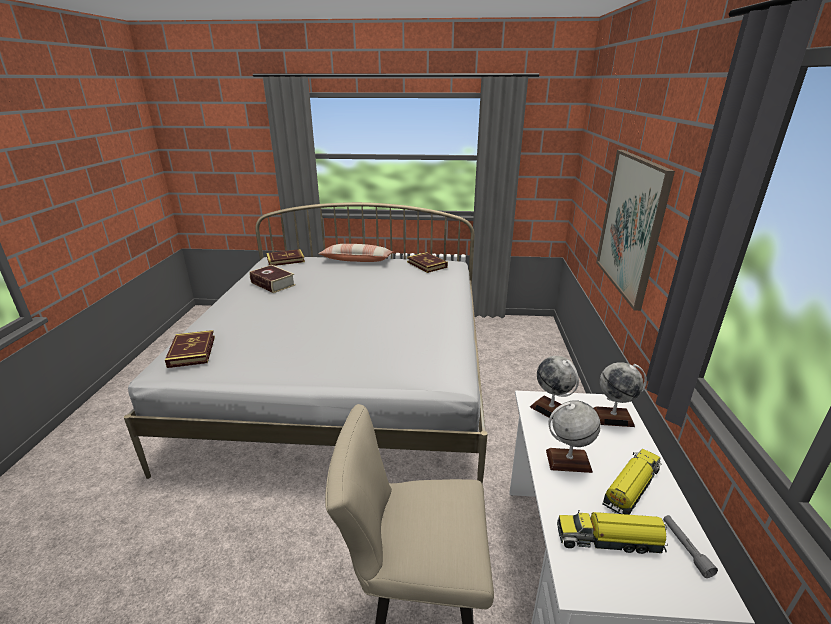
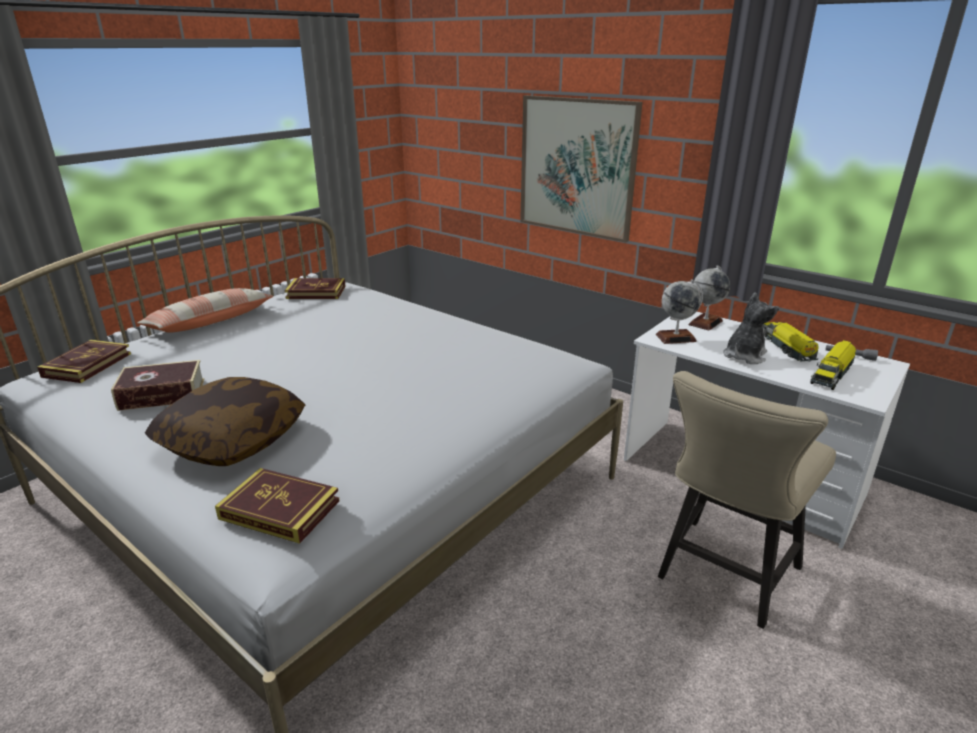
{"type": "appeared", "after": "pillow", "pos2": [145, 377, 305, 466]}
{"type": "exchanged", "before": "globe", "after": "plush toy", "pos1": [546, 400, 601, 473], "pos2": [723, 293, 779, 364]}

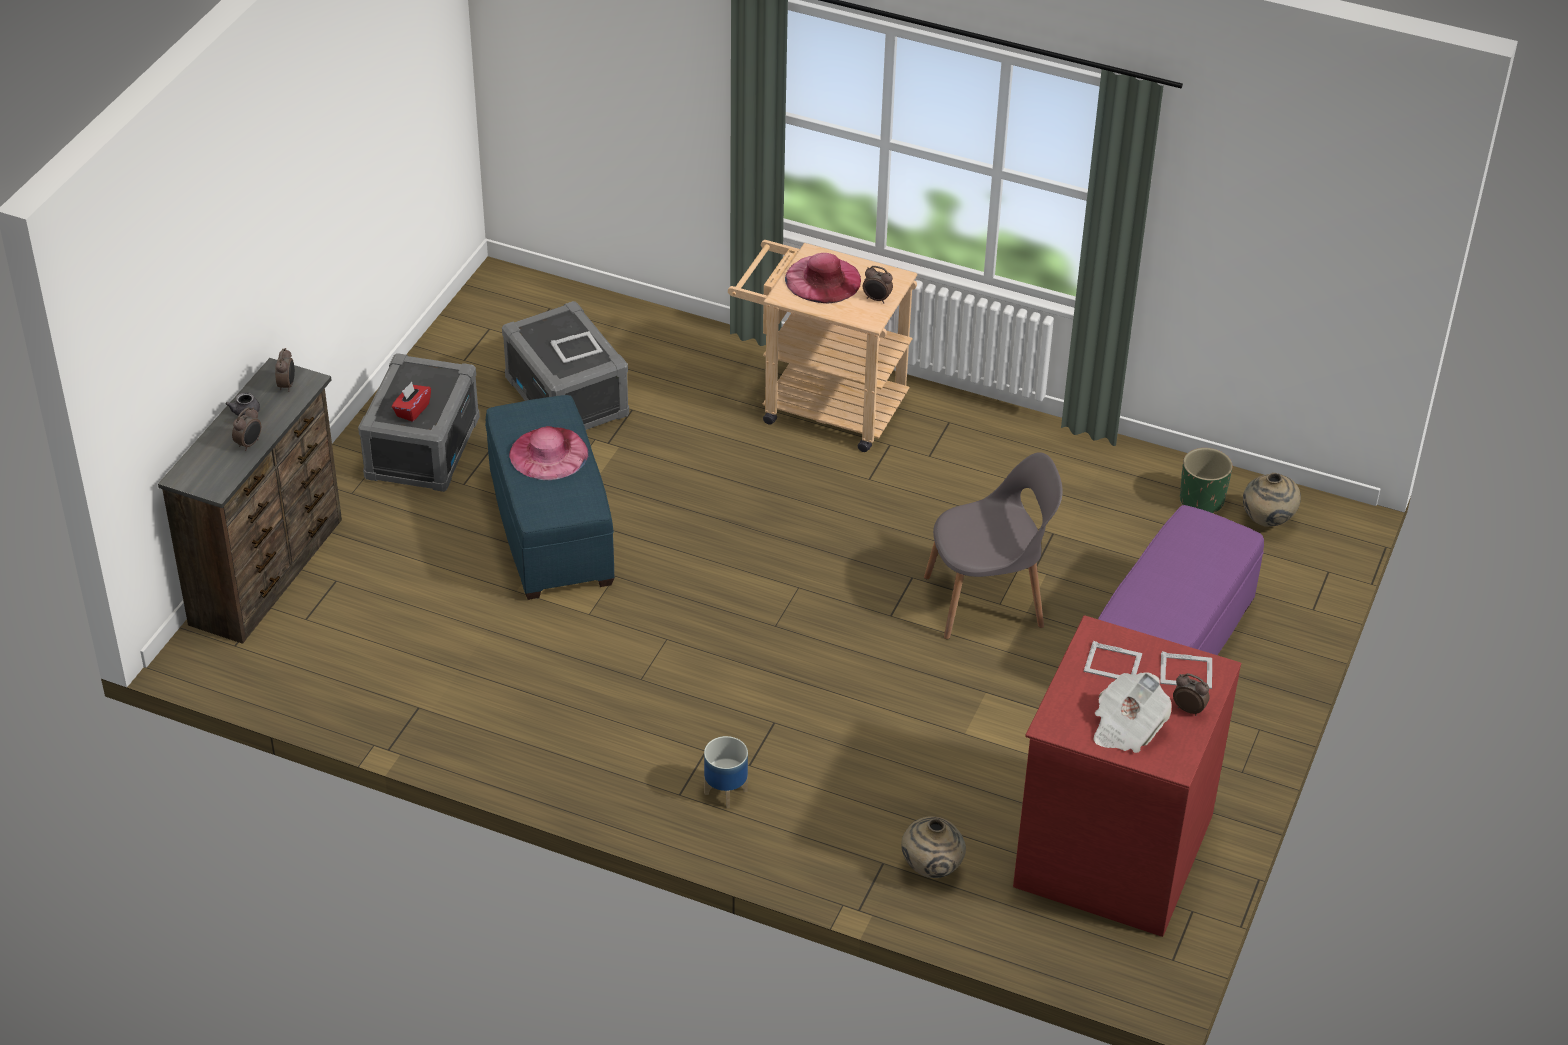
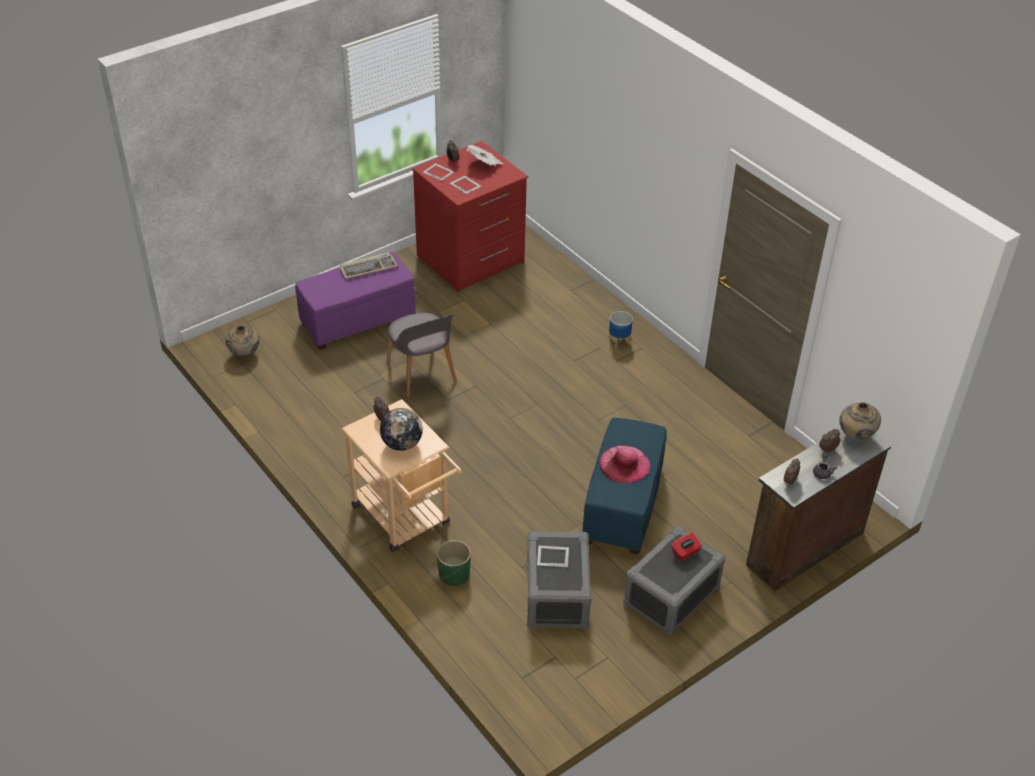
{"type": "appeared", "after": "keyboard", "pos2": [340, 253, 398, 279]}
{"type": "exchanged", "before": "pink hat", "after": "globe", "pos1": [785, 253, 861, 303], "pos2": [380, 408, 423, 451]}
{"type": "spun", "before": "grey chair", "pos1": [924, 452, 1063, 639], "pos2": [386, 313, 457, 397], "turn": -135}
{"type": "relocated", "before": "green planter", "pos1": [1180, 448, 1233, 513], "pos2": [437, 540, 471, 587]}
{"type": "relocated", "before": "beige vase", "pos1": [901, 816, 966, 878], "pos2": [839, 402, 881, 440]}

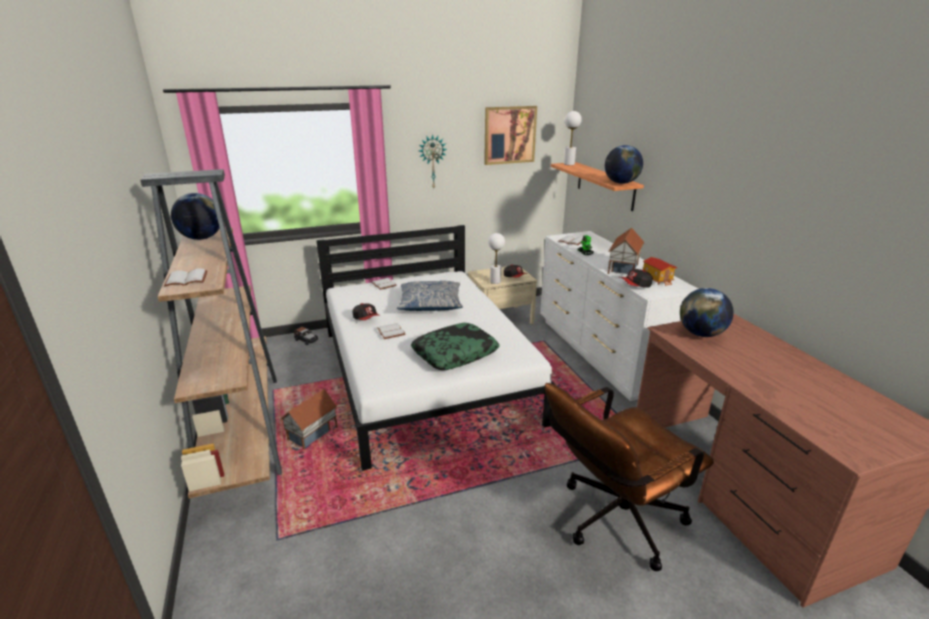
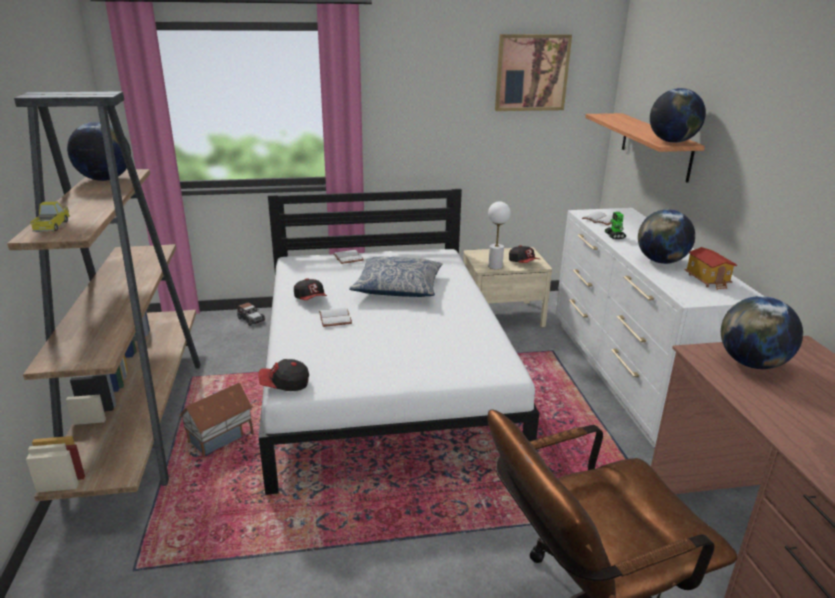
{"type": "exchanged", "before": "white book", "after": "toy truck", "pos1": [164, 268, 207, 287], "pos2": [30, 202, 70, 232]}
{"type": "relocated", "before": "cap", "pos1": [619, 269, 653, 288], "pos2": [258, 359, 309, 391]}
{"type": "exchanged", "before": "toy house", "after": "globe", "pos1": [608, 228, 644, 274], "pos2": [638, 209, 695, 264]}
{"type": "missing", "before": "pillow", "pos1": [410, 323, 500, 370]}
{"type": "missing", "before": "wall clock", "pos1": [419, 134, 447, 188]}
{"type": "missing", "before": "white table lamp", "pos1": [564, 111, 582, 165]}

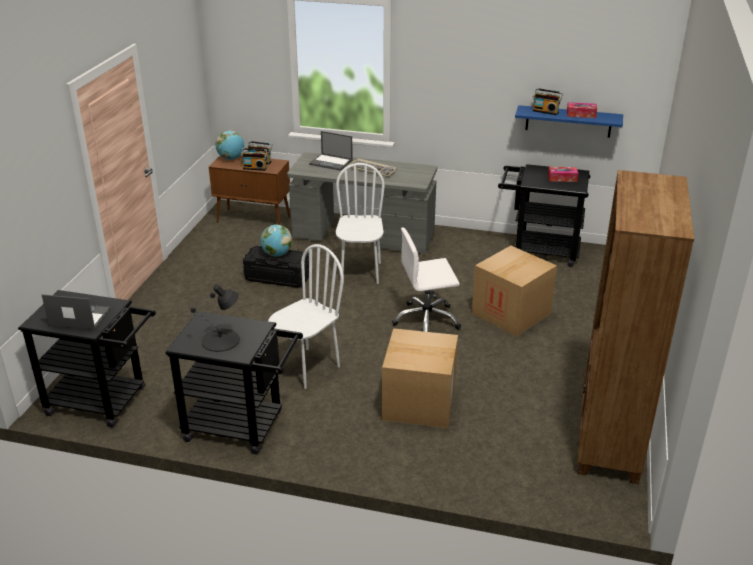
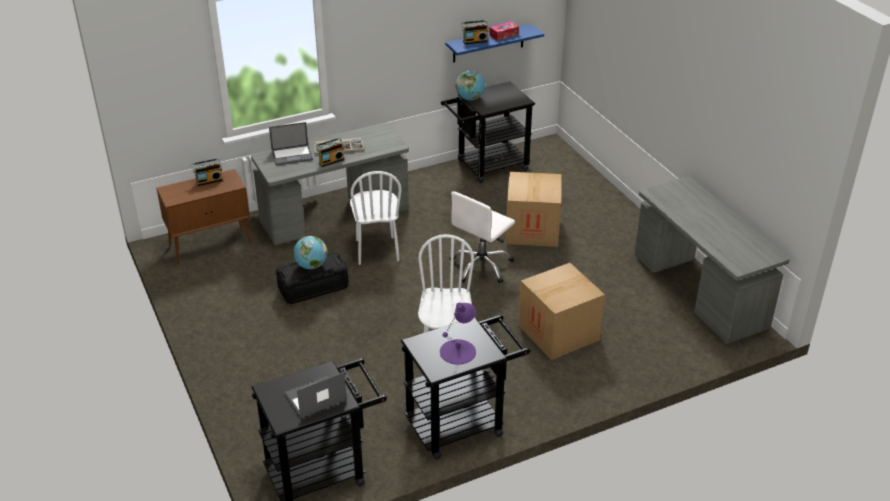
{"type": "relocated", "before": "radio", "pos1": [241, 148, 267, 171], "pos2": [315, 138, 345, 167]}
{"type": "spun", "before": "white chair", "pos1": [335, 163, 385, 284], "pos2": [350, 171, 402, 265], "turn": -150}
{"type": "colour", "before": "black table lamp", "after": "purple table lamp", "pos1": [191, 284, 240, 352], "pos2": [440, 302, 476, 365]}
{"type": "relocated", "before": "globe", "pos1": [216, 131, 244, 160], "pos2": [456, 70, 485, 100]}
{"type": "exchanged", "before": "brown bookcase", "after": "grey desk", "pos1": [577, 170, 694, 484], "pos2": [634, 176, 790, 344]}
{"type": "missing", "before": "tissue box", "pos1": [548, 167, 578, 182]}

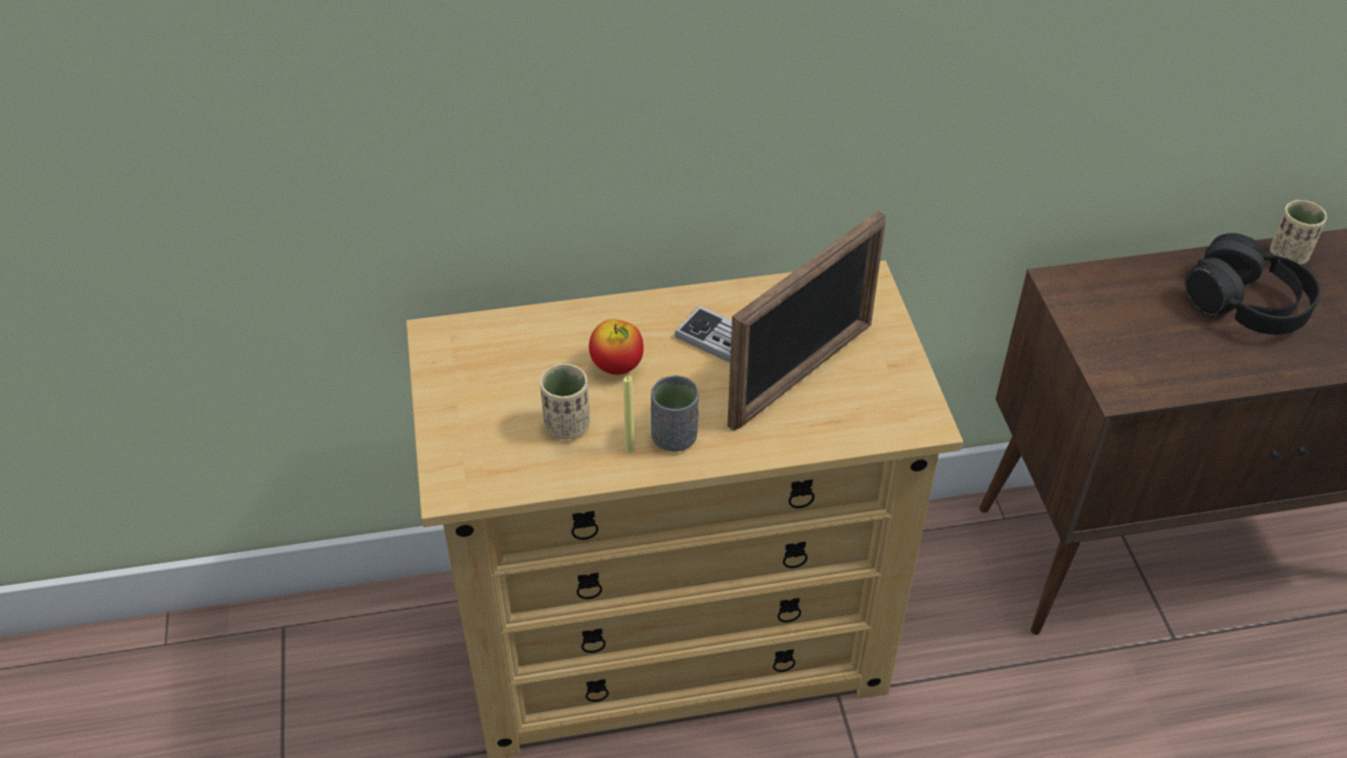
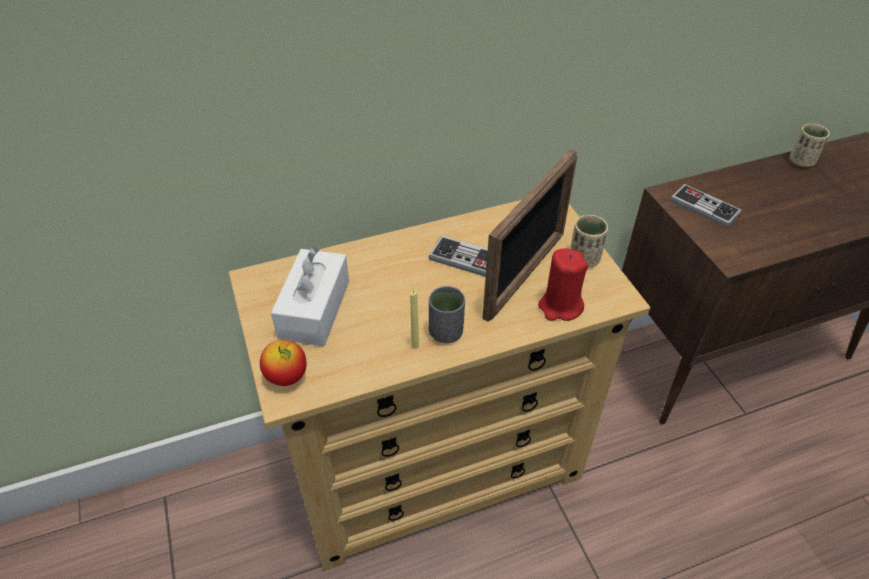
{"type": "relocated", "before": "apple", "pos1": [589, 319, 644, 375], "pos2": [260, 340, 307, 386]}
{"type": "appeared", "after": "white tissue box", "pos2": [271, 247, 349, 346]}
{"type": "appeared", "after": "red candle", "pos2": [538, 248, 588, 321]}
{"type": "relocated", "before": "beige cup", "pos1": [539, 364, 590, 439], "pos2": [570, 215, 608, 267]}
{"type": "appeared", "after": "game controller", "pos2": [670, 184, 741, 228]}
{"type": "missing", "before": "black headphones", "pos1": [1185, 233, 1320, 335]}

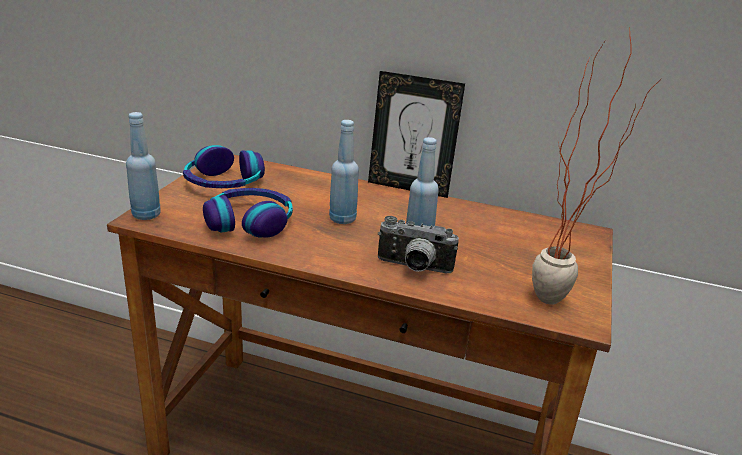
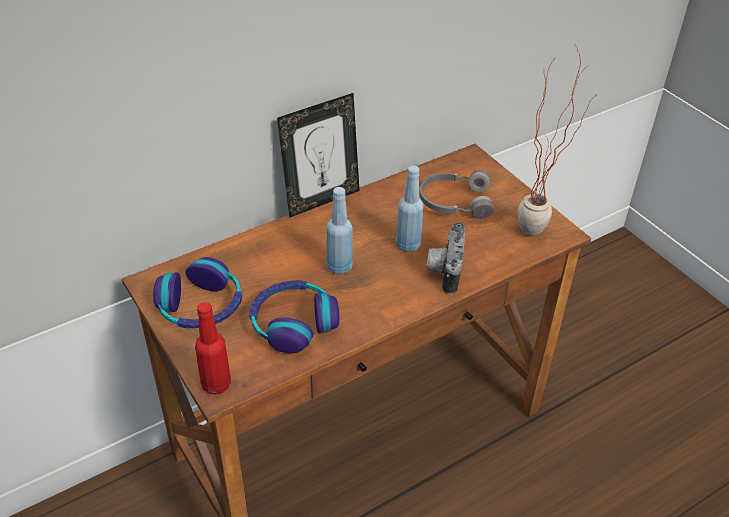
{"type": "colour", "before": "blue bottle", "after": "red bottle", "pos1": [126, 112, 161, 220], "pos2": [195, 302, 231, 394]}
{"type": "appeared", "after": "grey headphones", "pos2": [420, 169, 494, 218]}
{"type": "spun", "before": "photo camera", "pos1": [378, 216, 459, 273], "pos2": [426, 223, 466, 294], "turn": 135}

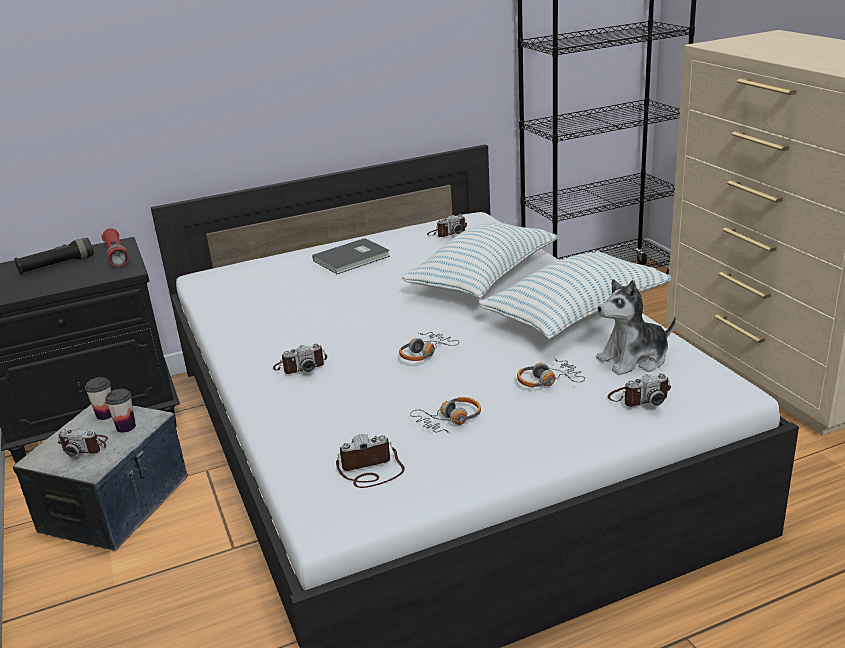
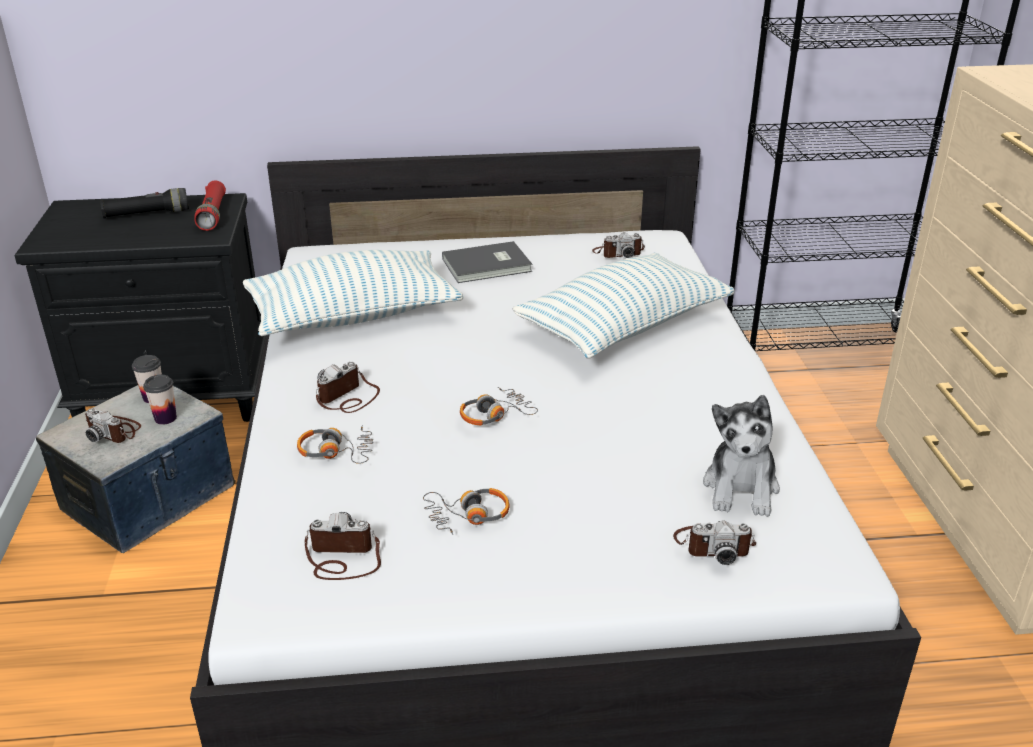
{"type": "relocated", "before": "pillow", "pos1": [479, 251, 671, 339], "pos2": [243, 250, 464, 336]}
{"type": "relocated", "before": "headphones", "pos1": [517, 358, 585, 388], "pos2": [297, 425, 373, 464]}
{"type": "spun", "before": "photo camera", "pos1": [273, 344, 327, 374], "pos2": [316, 362, 380, 413], "turn": 135}
{"type": "spun", "before": "plush toy", "pos1": [596, 279, 676, 375], "pos2": [703, 395, 780, 517], "turn": -75}

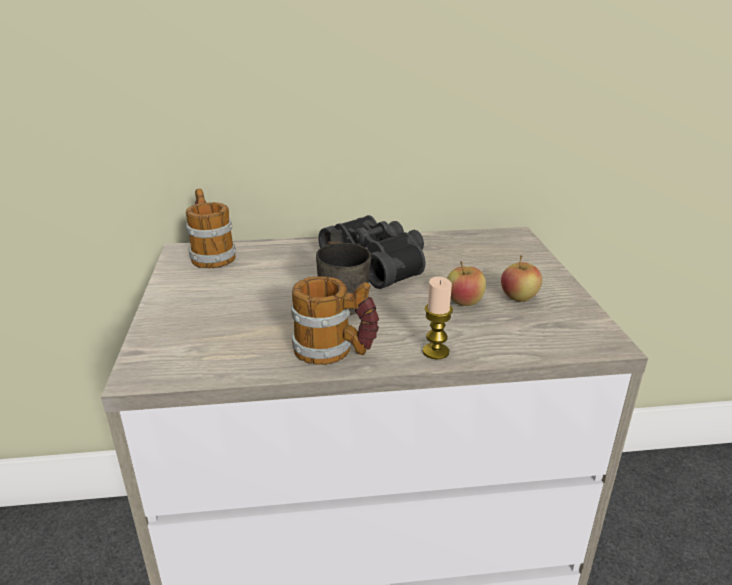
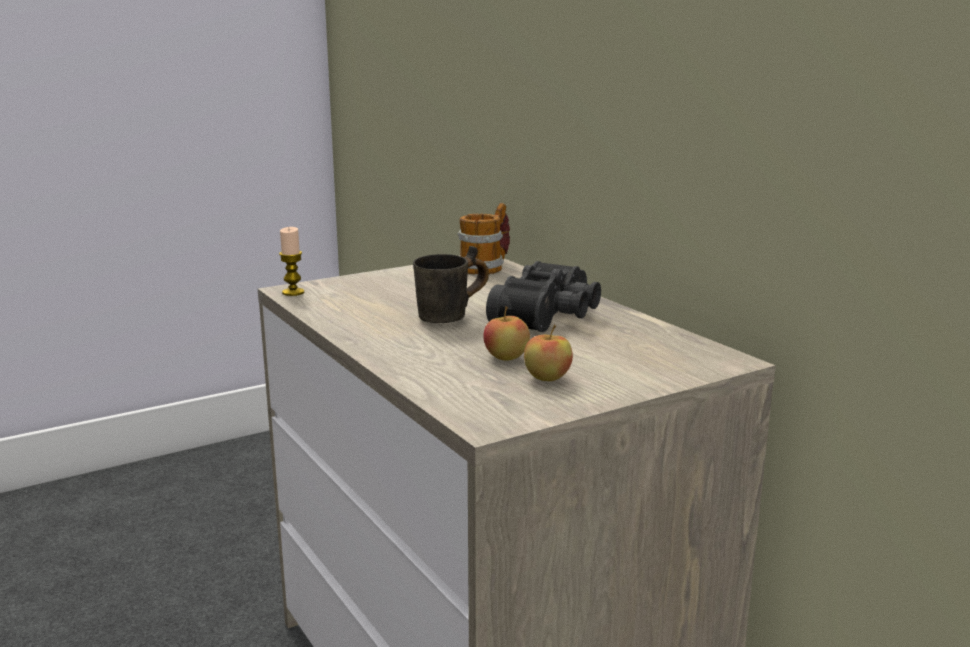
{"type": "relocated", "before": "candle", "pos1": [423, 277, 453, 360], "pos2": [279, 227, 304, 296]}
{"type": "missing", "before": "mug", "pos1": [291, 276, 379, 365]}

